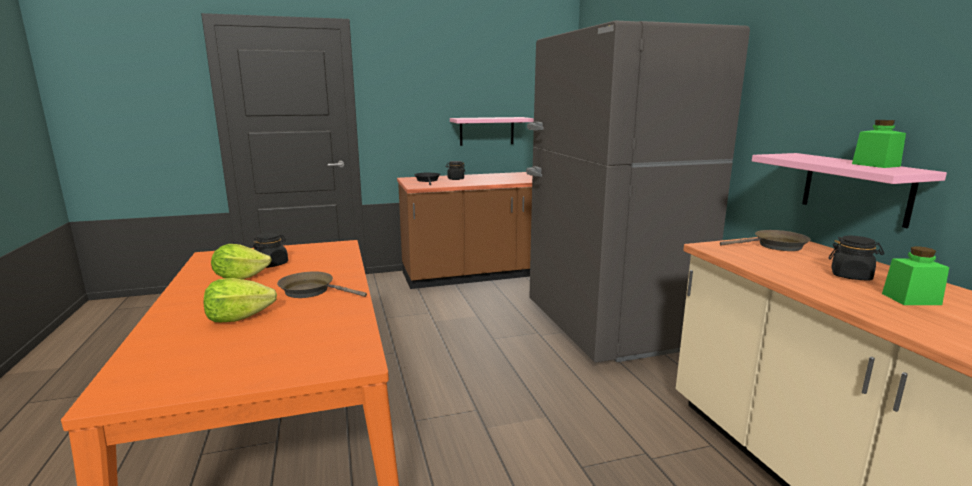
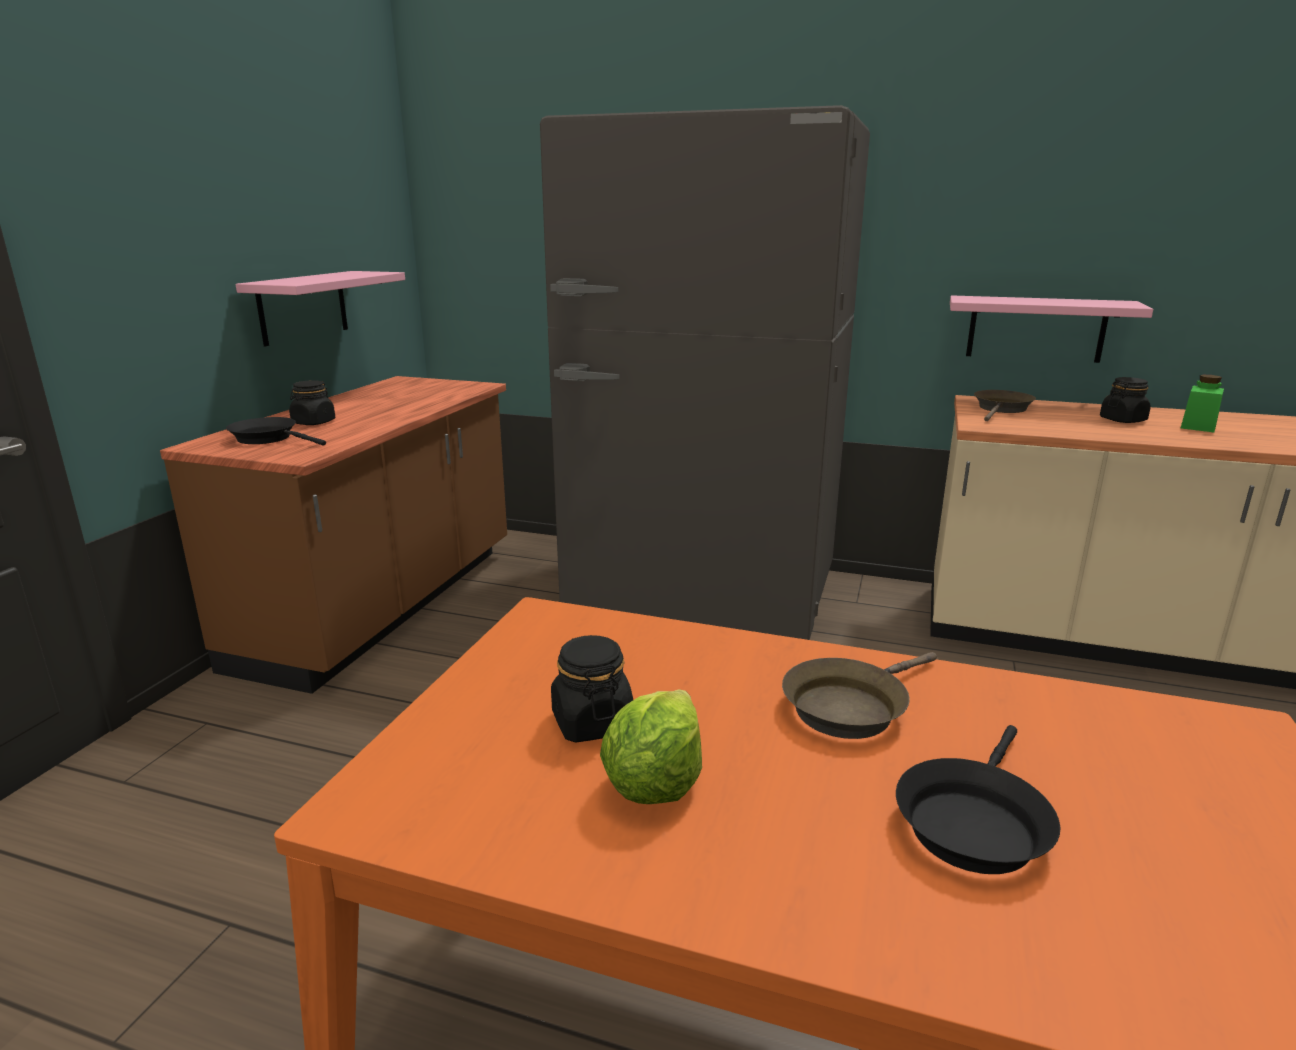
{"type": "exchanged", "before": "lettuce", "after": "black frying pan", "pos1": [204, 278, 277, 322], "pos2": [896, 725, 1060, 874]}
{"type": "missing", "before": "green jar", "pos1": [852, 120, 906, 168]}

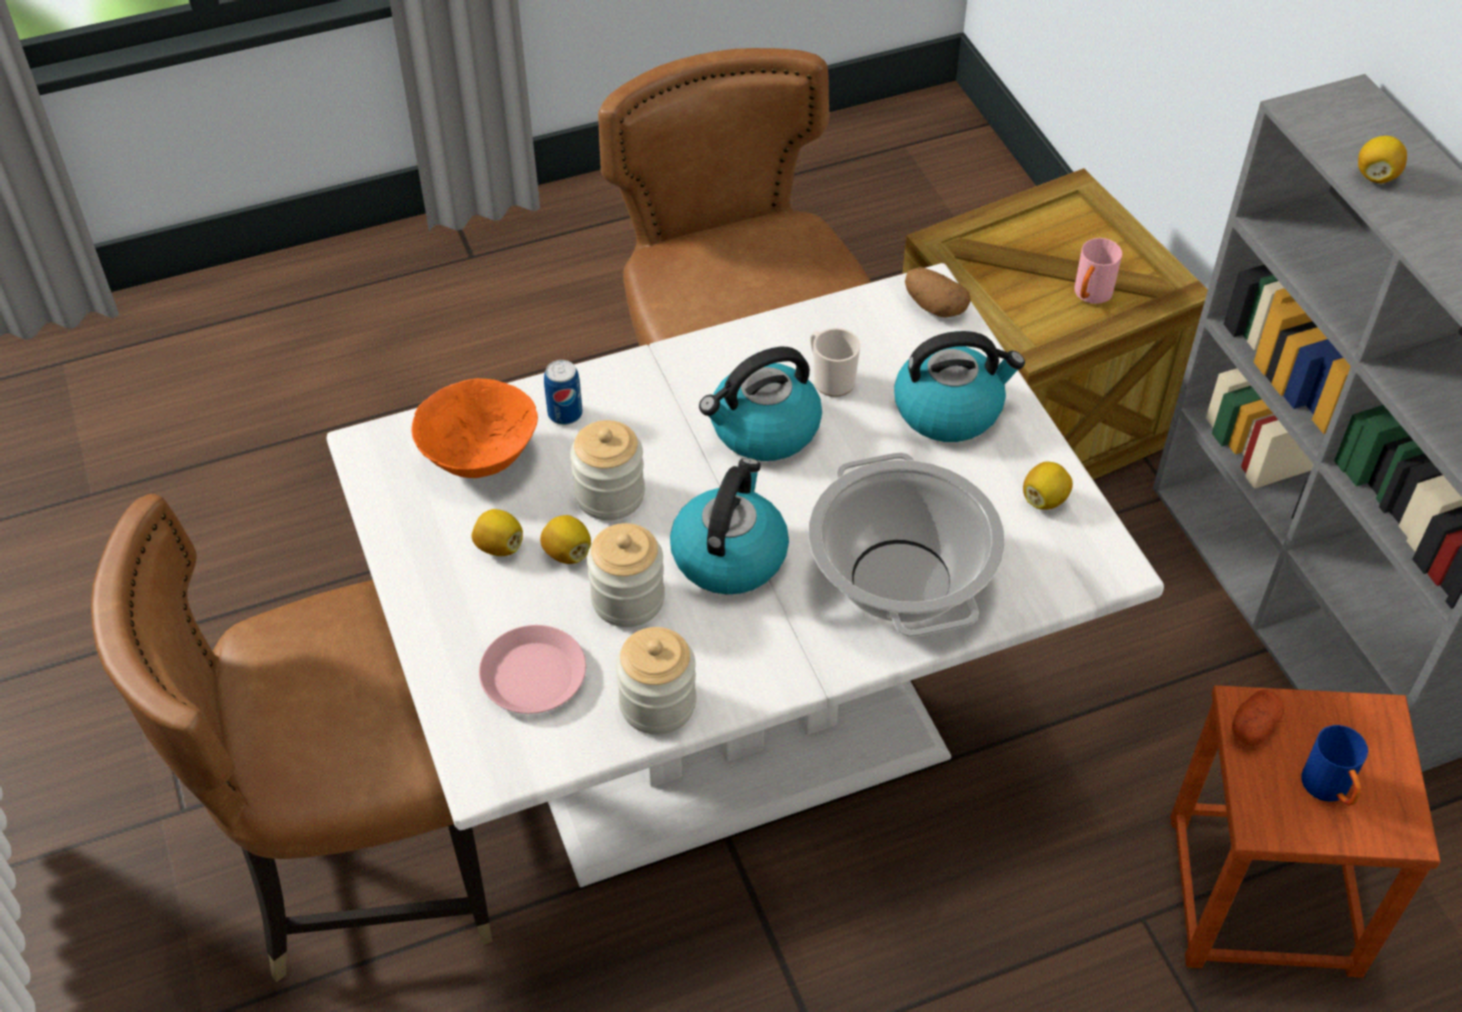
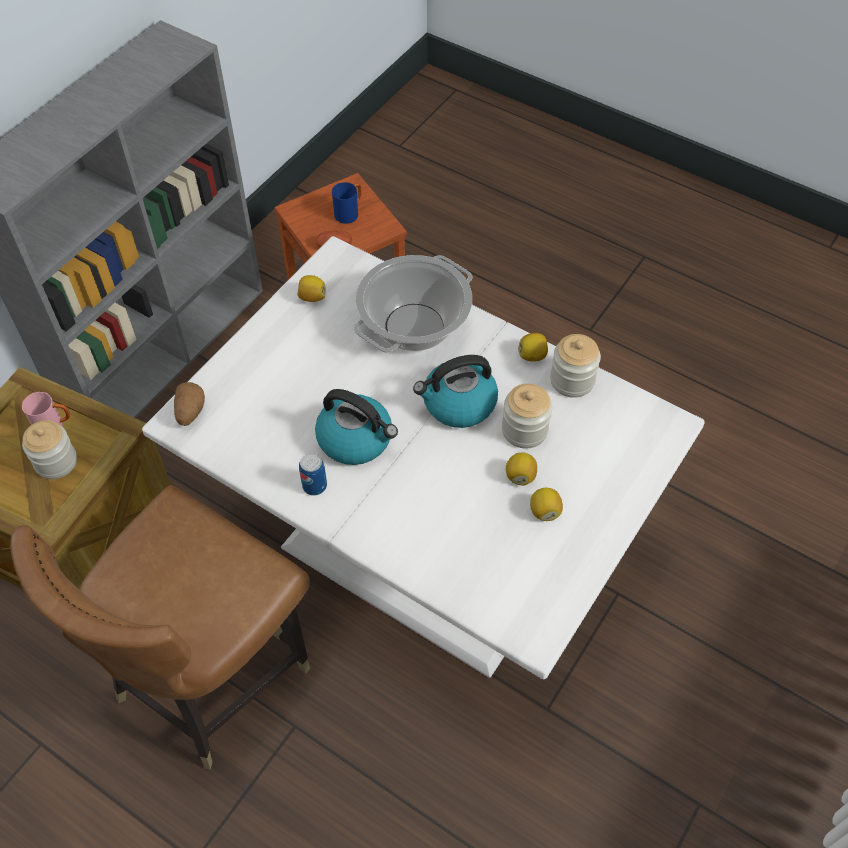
{"type": "relocated", "before": "jar", "pos1": [570, 420, 645, 520], "pos2": [22, 420, 77, 479]}
{"type": "relocated", "before": "can", "pos1": [544, 360, 582, 425], "pos2": [299, 453, 327, 496]}
{"type": "relocated", "before": "lemon", "pos1": [1358, 136, 1407, 183], "pos2": [518, 333, 548, 362]}
{"type": "missing", "before": "brown chair", "pos1": [91, 494, 493, 982]}
{"type": "missing", "before": "orange bowl", "pos1": [411, 378, 538, 478]}
{"type": "missing", "before": "pink plate", "pos1": [479, 625, 586, 714]}
{"type": "missing", "before": "mug", "pos1": [810, 328, 860, 397]}
{"type": "missing", "before": "kettle", "pos1": [894, 331, 1025, 442]}

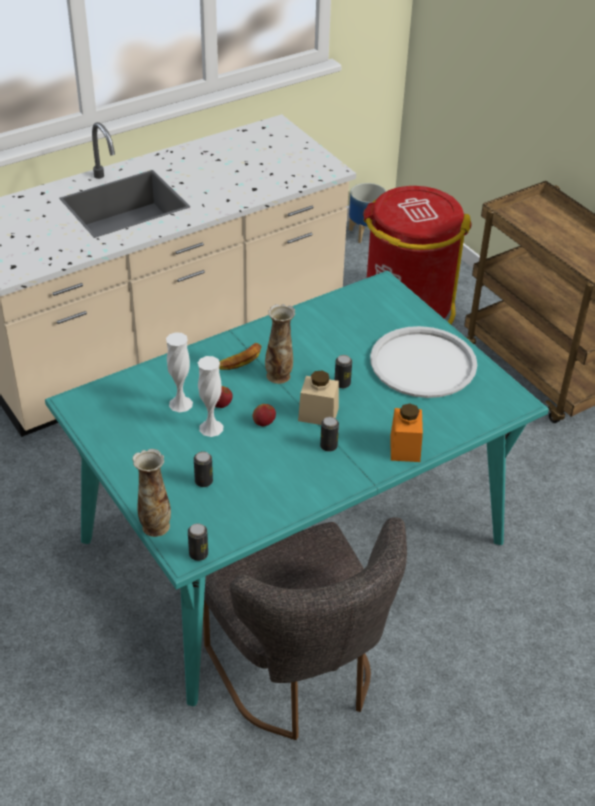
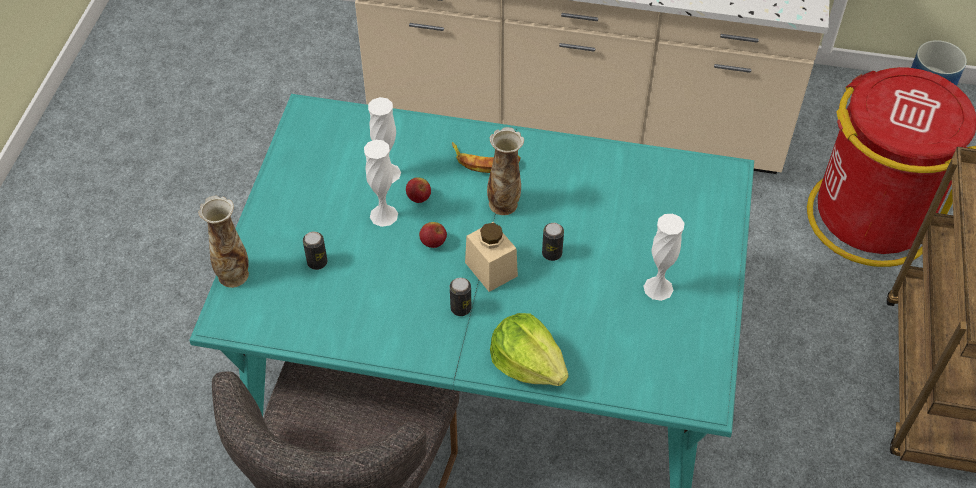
{"type": "exchanged", "before": "orange jar", "after": "lettuce", "pos1": [391, 403, 423, 462], "pos2": [490, 313, 568, 386]}
{"type": "exchanged", "before": "white tray", "after": "white vase", "pos1": [370, 326, 477, 398], "pos2": [643, 214, 685, 301]}
{"type": "missing", "before": "can", "pos1": [188, 523, 208, 561]}

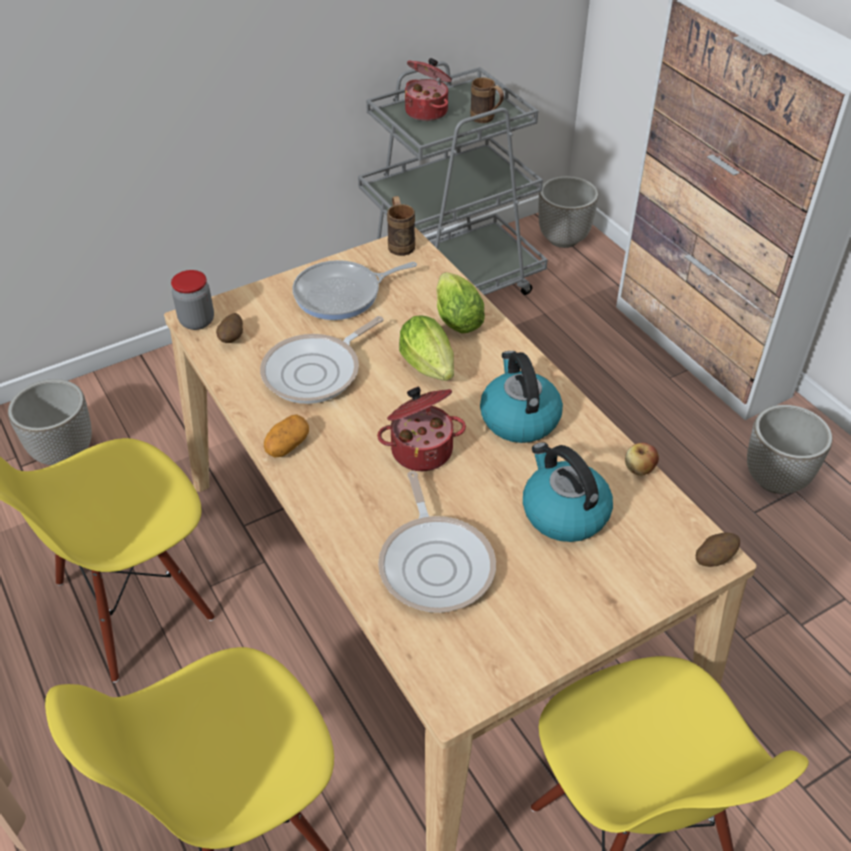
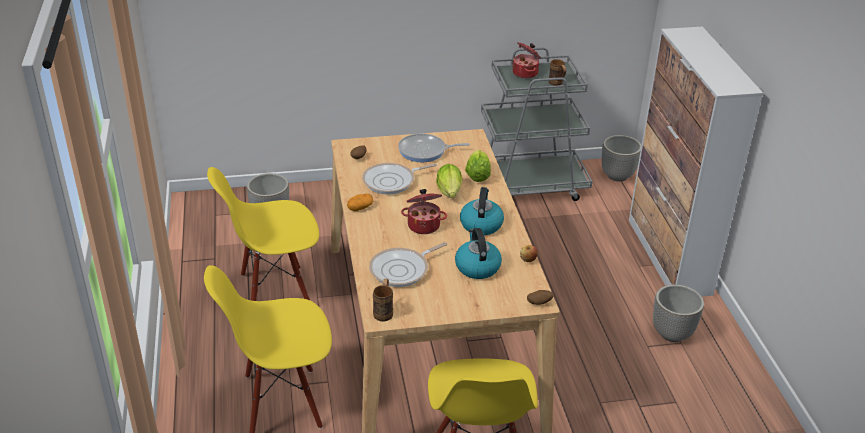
{"type": "spun", "before": "frying pan", "pos1": [378, 471, 496, 613], "pos2": [369, 242, 447, 287], "turn": 45}
{"type": "relocated", "before": "brown mug", "pos1": [387, 196, 415, 256], "pos2": [373, 279, 393, 321]}
{"type": "missing", "before": "jar", "pos1": [171, 270, 214, 330]}

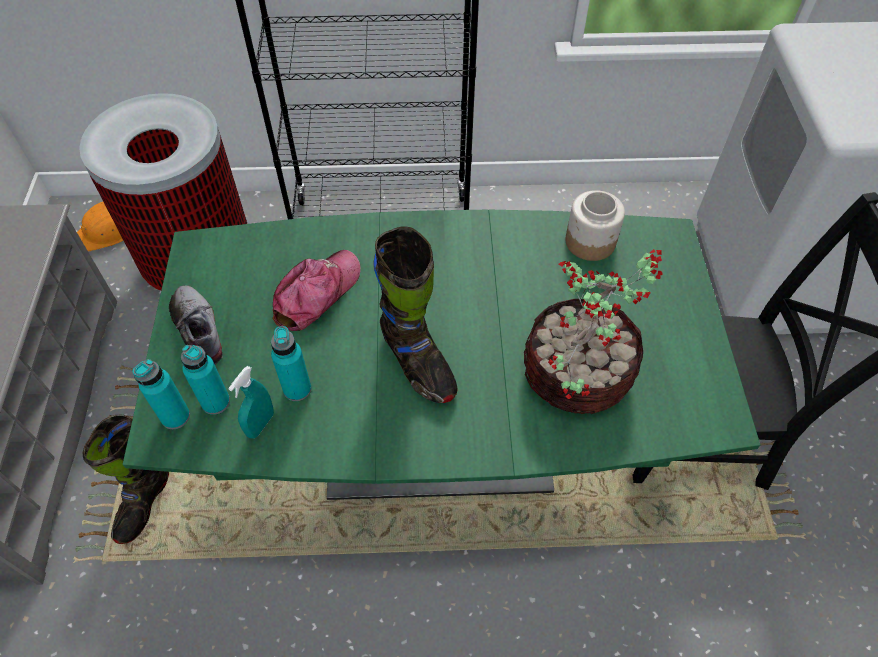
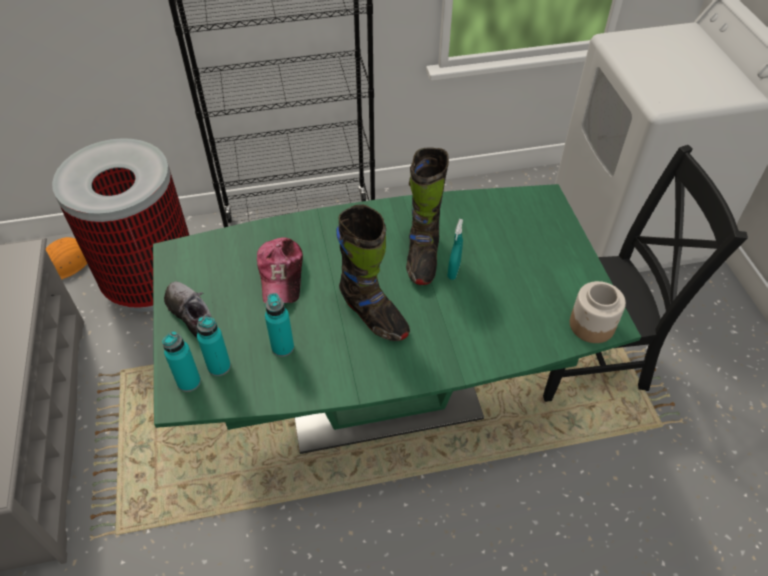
{"type": "spun", "before": "cap", "pos1": [272, 250, 361, 331], "pos2": [257, 237, 303, 303], "turn": 150}
{"type": "relocated", "before": "black boot", "pos1": [83, 415, 169, 544], "pos2": [406, 147, 449, 285]}
{"type": "relocated", "before": "turquoise spray bottle", "pos1": [228, 366, 274, 438], "pos2": [448, 219, 463, 280]}
{"type": "relocated", "before": "jar", "pos1": [565, 190, 625, 261], "pos2": [570, 281, 626, 343]}
{"type": "missing", "before": "potted plant", "pos1": [524, 249, 663, 414]}

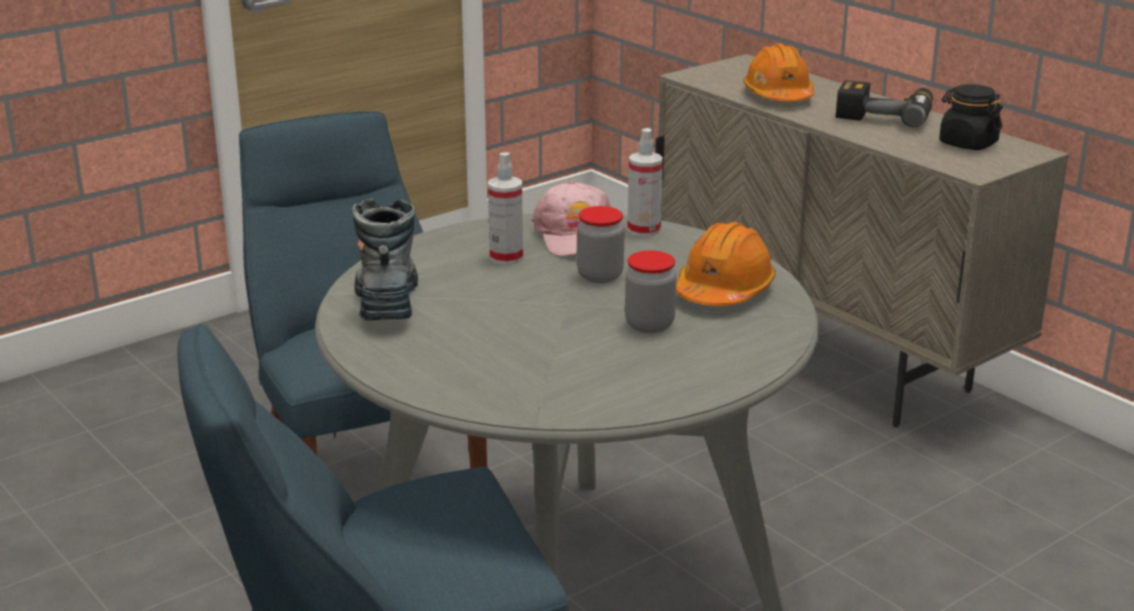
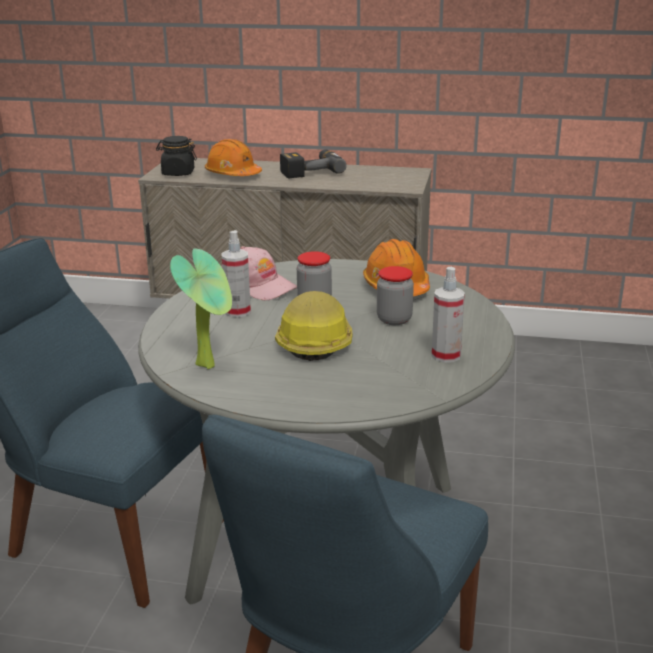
{"type": "relocated", "before": "black jar", "pos1": [939, 84, 1003, 150], "pos2": [156, 136, 197, 176]}
{"type": "exchanged", "before": "boot", "after": "potted plant", "pos1": [352, 198, 418, 320], "pos2": [170, 248, 232, 369]}
{"type": "appeared", "after": "hard hat", "pos2": [275, 291, 352, 361]}
{"type": "relocated", "before": "spray bottle", "pos1": [627, 128, 663, 237], "pos2": [432, 267, 465, 363]}

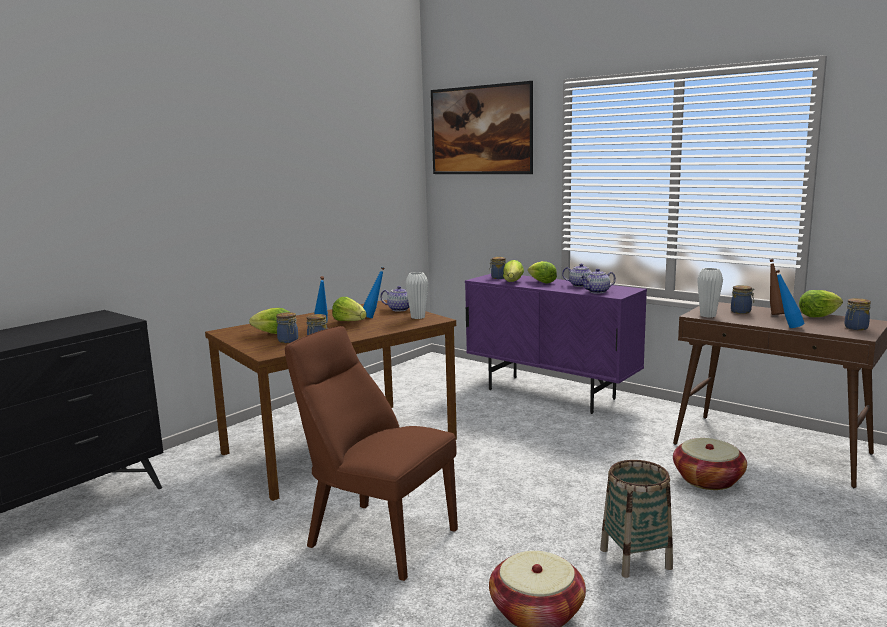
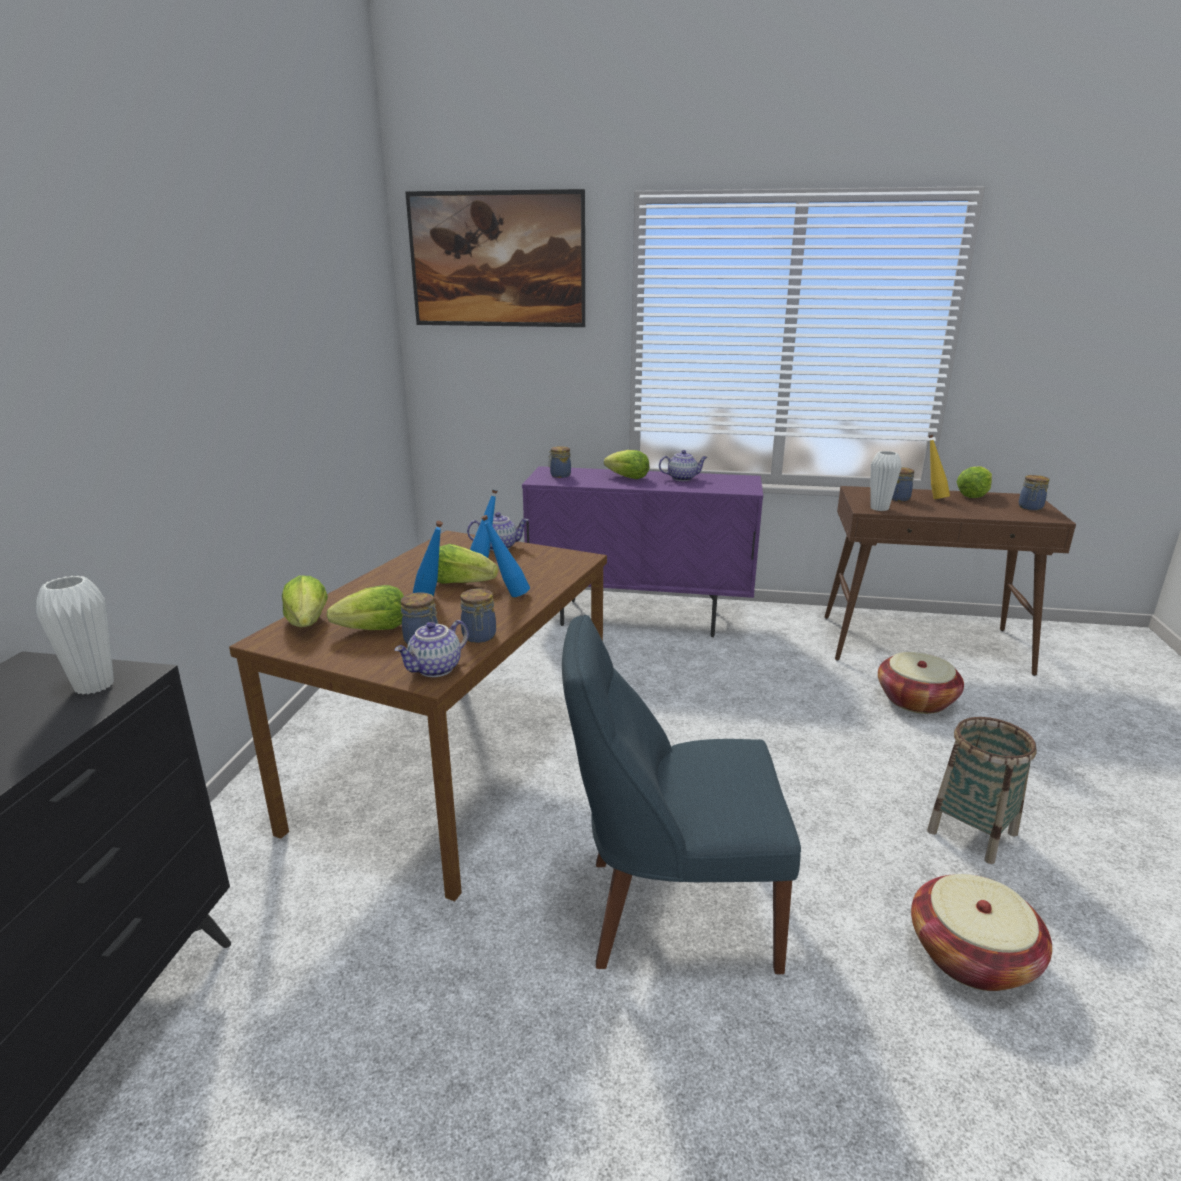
{"type": "relocated", "before": "white vase", "pos1": [405, 272, 428, 319], "pos2": [36, 576, 114, 695]}
{"type": "relocated", "before": "lettuce", "pos1": [503, 260, 524, 282], "pos2": [282, 575, 328, 627]}
{"type": "relocated", "before": "teapot", "pos1": [580, 269, 616, 294], "pos2": [394, 620, 469, 677]}
{"type": "relocated", "before": "blue bottle", "pos1": [775, 270, 805, 328], "pos2": [481, 515, 530, 597]}
{"type": "colour", "before": "brown chair", "after": "blue chair", "pos1": [285, 326, 458, 581], "pos2": [562, 615, 801, 974]}
{"type": "colour", "before": "brown bottle", "after": "yellow bottle", "pos1": [770, 259, 784, 315], "pos2": [929, 435, 950, 499]}

